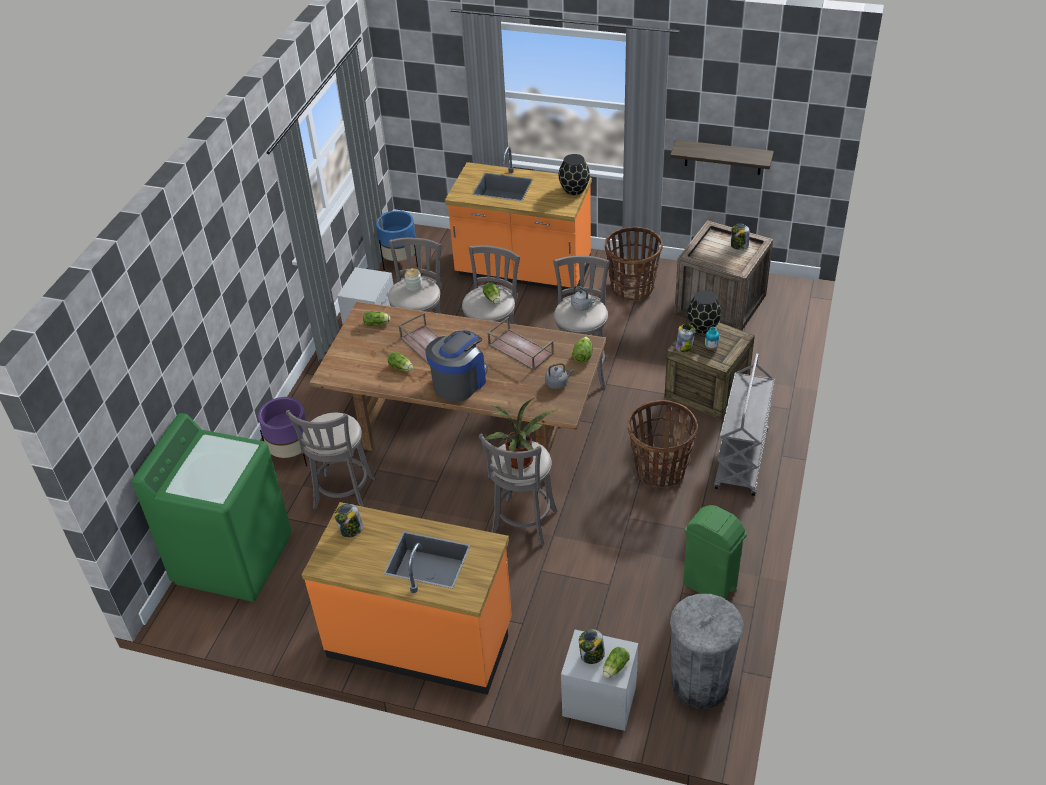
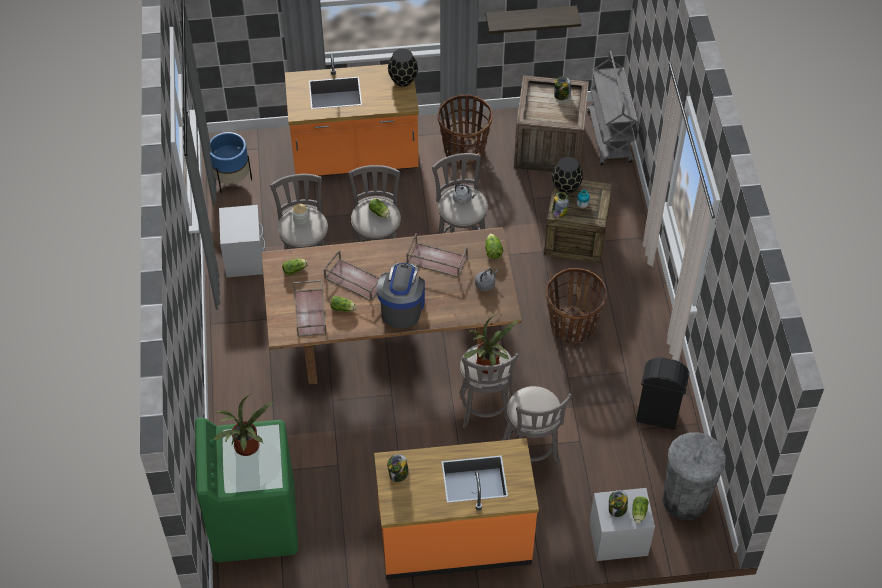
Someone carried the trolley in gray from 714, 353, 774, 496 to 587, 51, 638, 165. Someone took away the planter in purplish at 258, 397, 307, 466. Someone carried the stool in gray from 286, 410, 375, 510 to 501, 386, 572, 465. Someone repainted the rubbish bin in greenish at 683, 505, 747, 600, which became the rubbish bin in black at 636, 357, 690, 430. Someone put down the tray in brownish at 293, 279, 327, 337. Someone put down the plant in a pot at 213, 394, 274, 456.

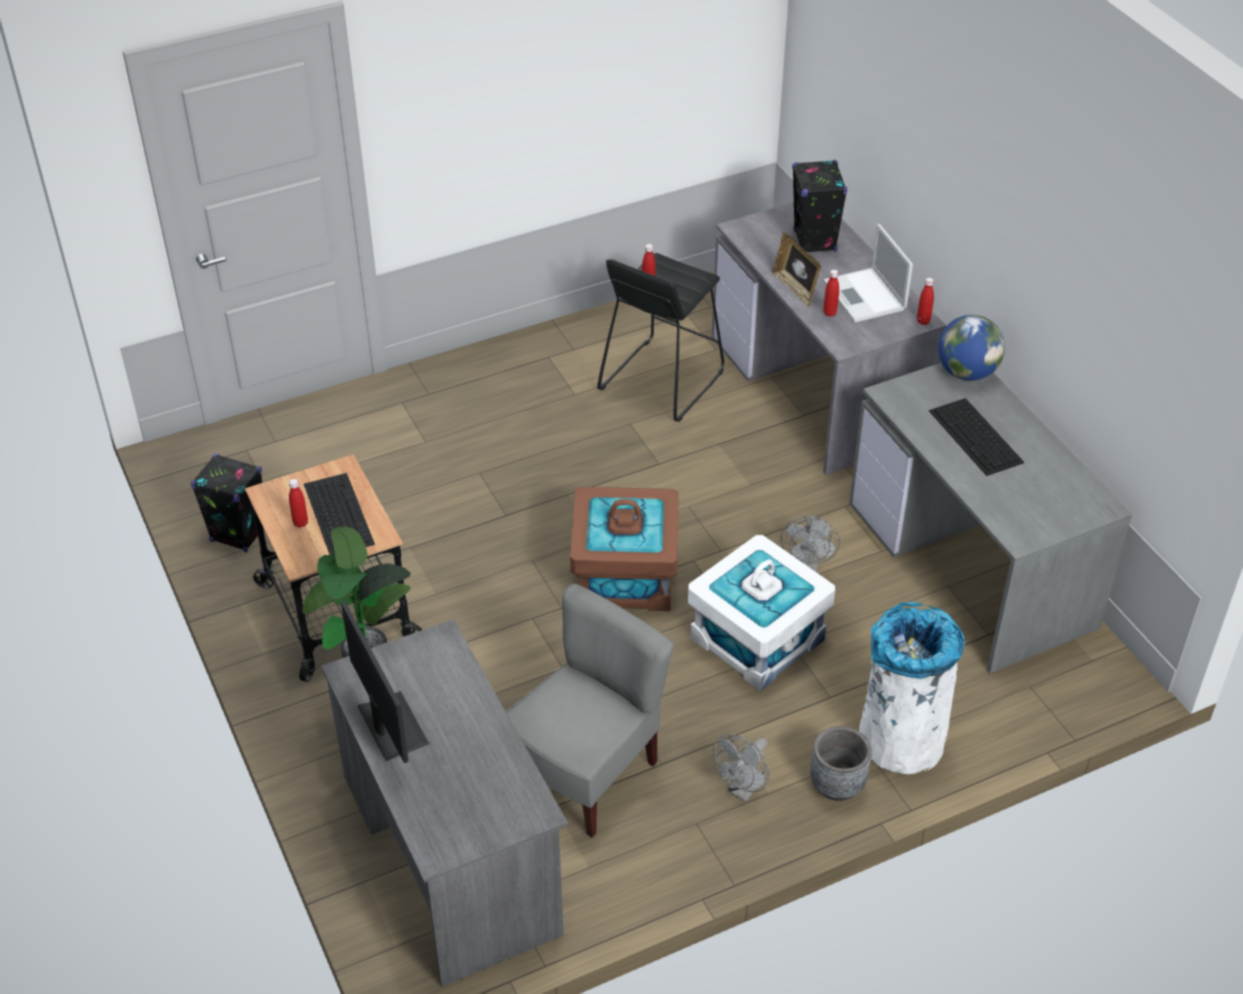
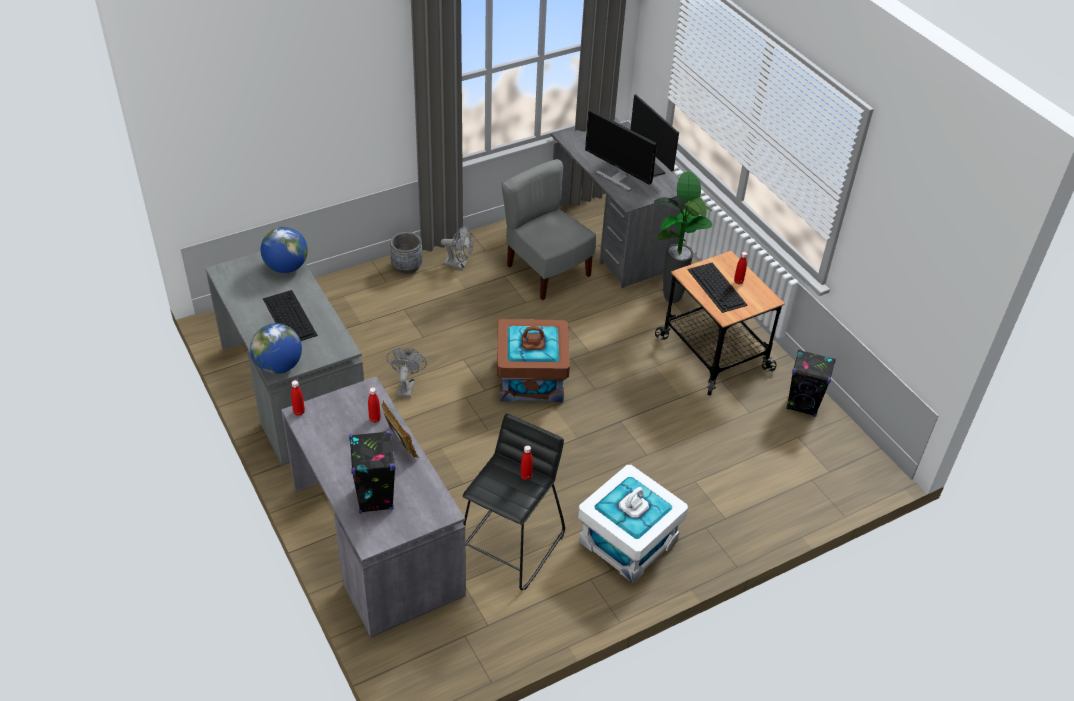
Someone took away the laptop at 824, 224, 913, 323. Someone carried the storage bin in white-coloured from 688, 535, 835, 691 to 578, 465, 688, 583. Someone rotated the chair in gray at 506, 583, 674, 837 by 105 degrees clockwise. Someone took away the rubbish bin in white-coloured at 859, 602, 965, 774. Someone rotated the cooling fan in gray at 713, 735, 769, 802 by 75 degrees clockwise. Someone put down the computer display at 585, 109, 657, 191. Someone put down the desk globe at 261, 227, 308, 273.

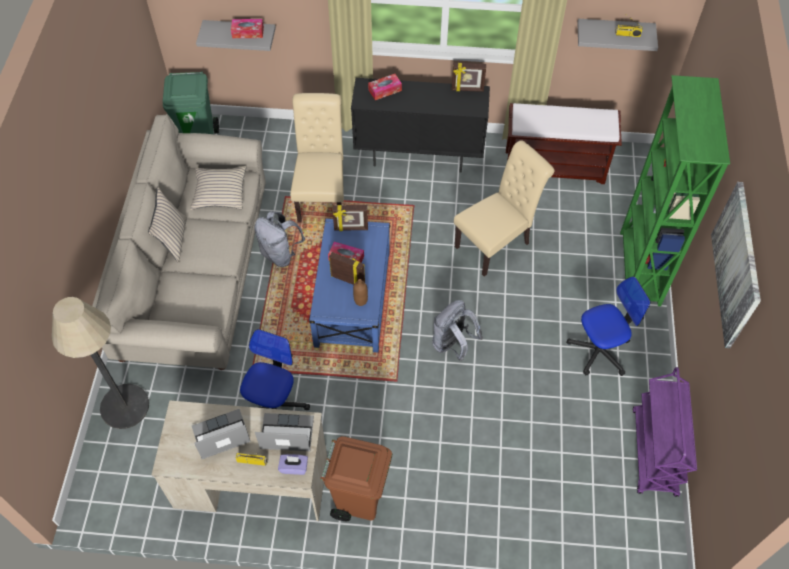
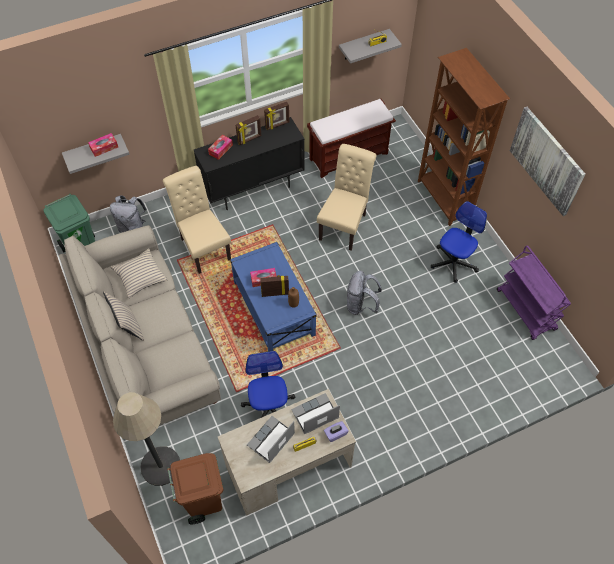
Someone repainted the shelving unit in greenish at 620, 75, 730, 306, which became the shelving unit in brownish at 418, 48, 510, 226. Someone carried the photo frame from 332, 205, 368, 231 to 236, 115, 261, 145. Someone carried the backpack in gray from 254, 211, 305, 267 to 110, 195, 146, 233. Someone carried the rubbish bin in brownish from 320, 436, 392, 521 to 167, 453, 224, 524.

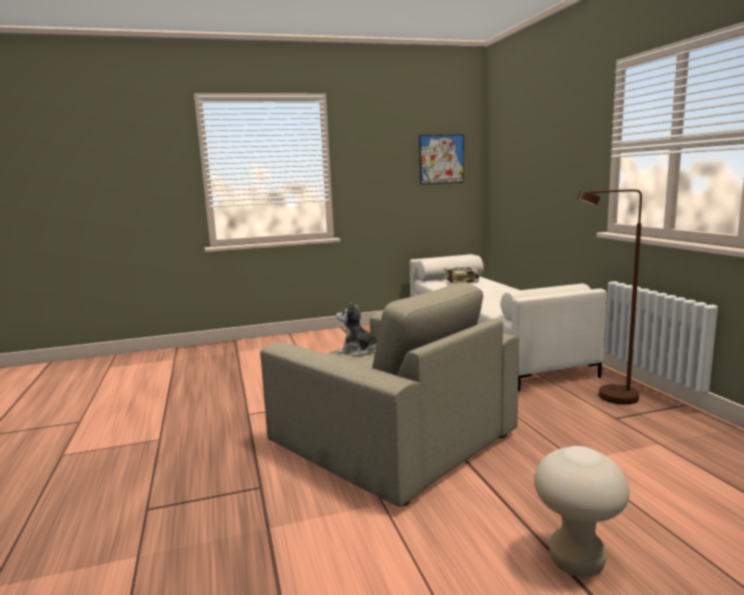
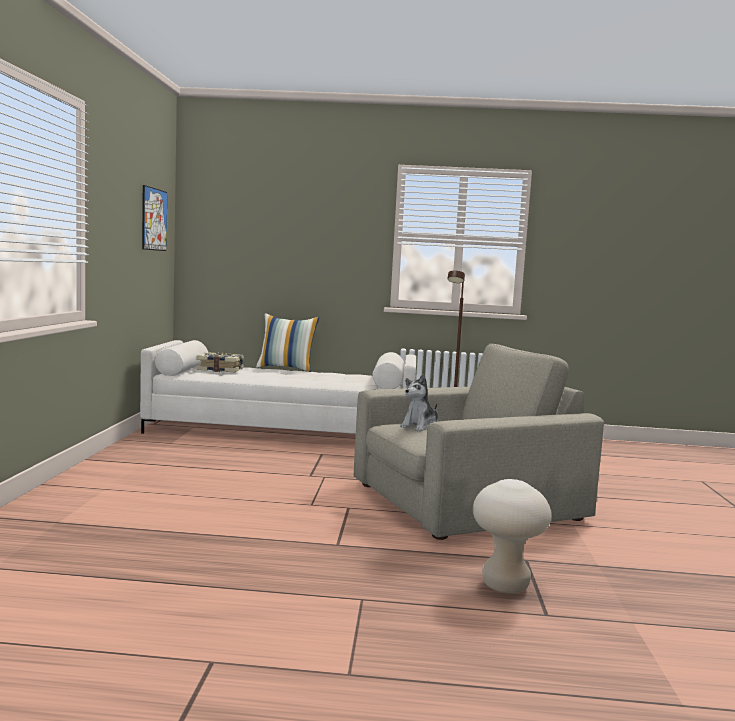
Someone carried the stool in beige-coloured from 534, 446, 630, 577 to 473, 479, 551, 594. Someone put down the throw pillow at 256, 314, 319, 372.

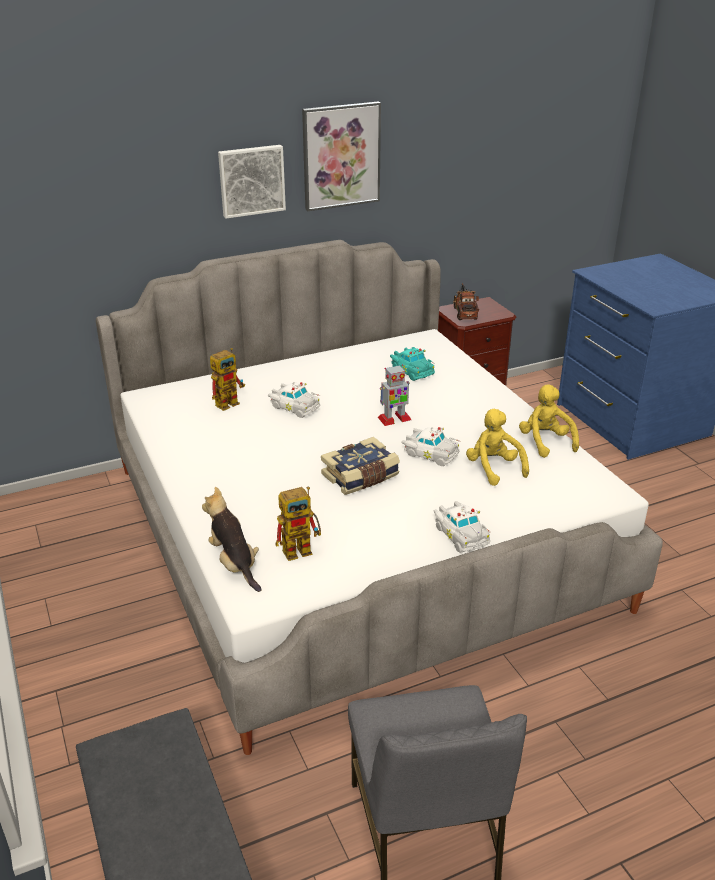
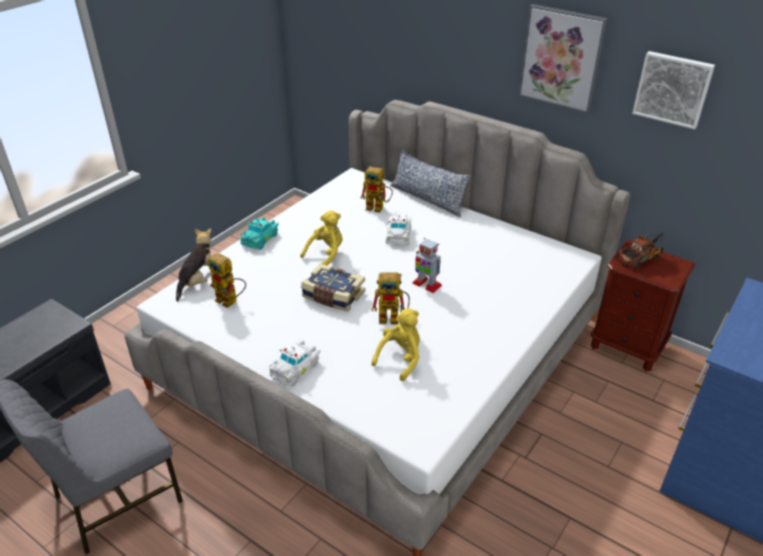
Someone carried the wall picture from 218, 145, 286, 219 to 632, 51, 715, 129. Someone carried the model car in blue-green from 390, 347, 435, 381 to 240, 217, 279, 250. Someone carried the soft toy in yellowish from 519, 384, 579, 458 to 300, 210, 343, 266. Someone swapped the model car in white-coloured at 401, 427, 459, 466 for the model robot at 372, 272, 410, 325. Someone put down the throw pillow at 390, 149, 471, 217.

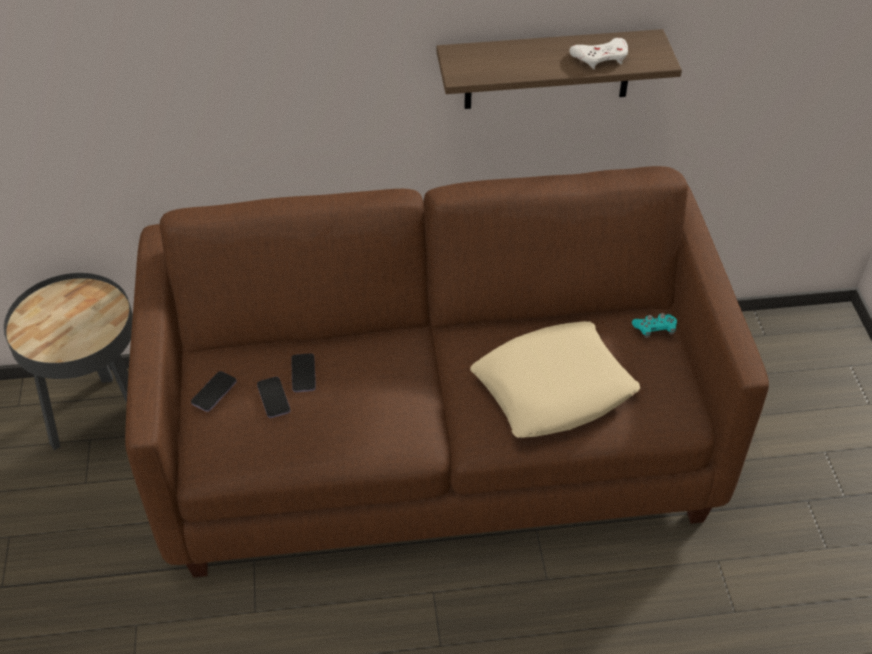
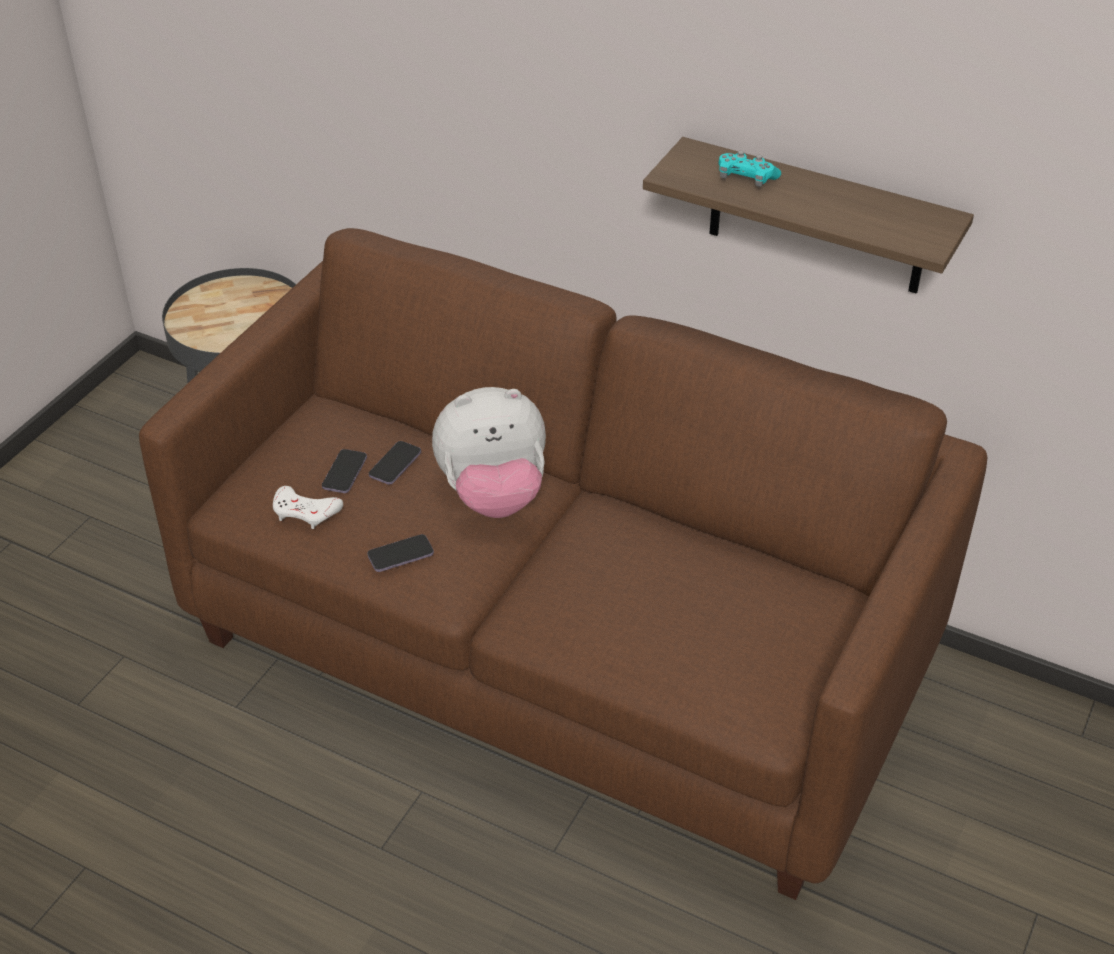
Someone carried the gamepad in white-coloured from 569, 38, 628, 69 to 273, 486, 343, 529. Someone carried the gamepad in blue-green from 632, 313, 677, 338 to 719, 151, 781, 187. Someone took away the throw pillow in beige-coloured at 470, 321, 640, 438. Someone carried the phone from 191, 371, 237, 412 to 367, 534, 434, 572. Someone put down the soft toy at 432, 387, 546, 518.

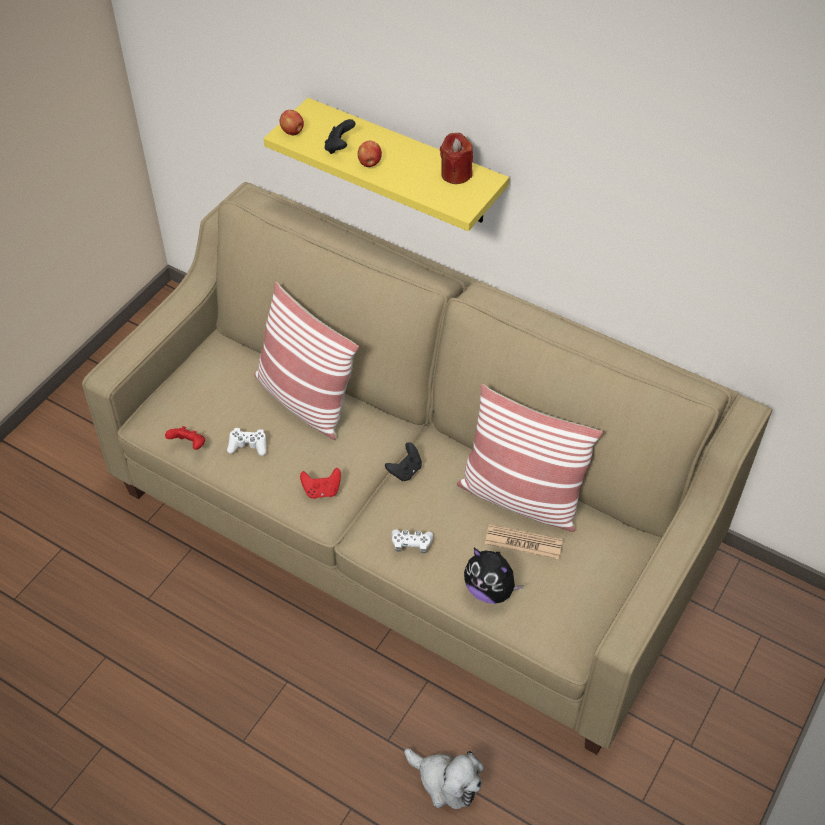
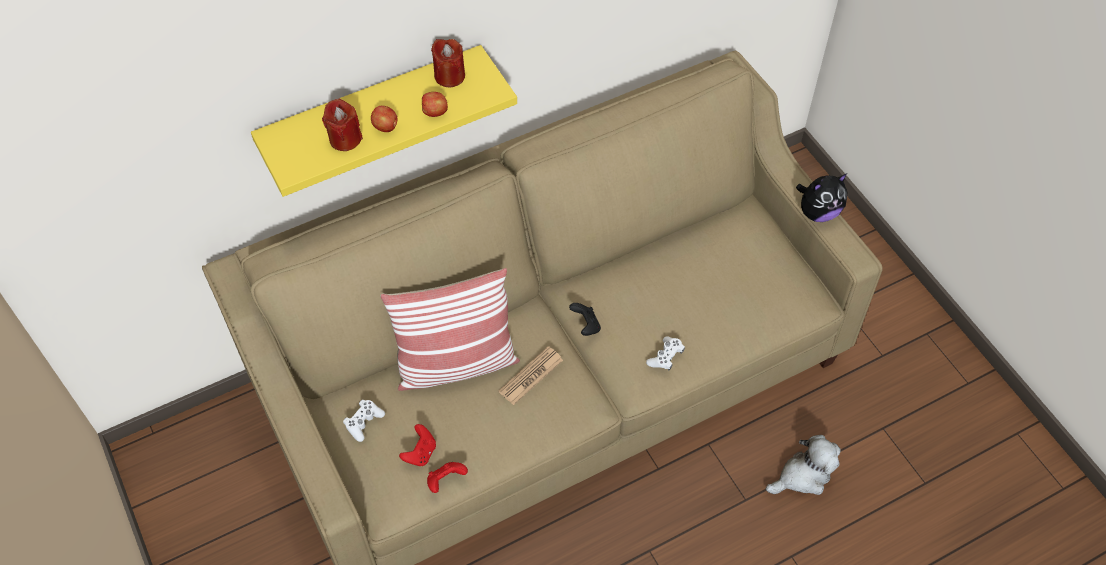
Someone carried the apple from 280, 110, 304, 135 to 422, 92, 448, 117. Someone swapped the gamepad in black at 325, 119, 355, 154 for the candle in red at 322, 99, 363, 151. Someone took away the throw pillow at 457, 384, 603, 532. Someone carried the gamepad in white-coloured from 227, 428, 266, 456 to 343, 399, 385, 442. Someone carried the gamepad in red from 300, 468, 341, 499 to 399, 424, 436, 466. Someone carried the daily paper from 485, 524, 563, 559 to 498, 346, 563, 405. Someone carried the soft toy from 464, 548, 524, 604 to 796, 174, 847, 222.

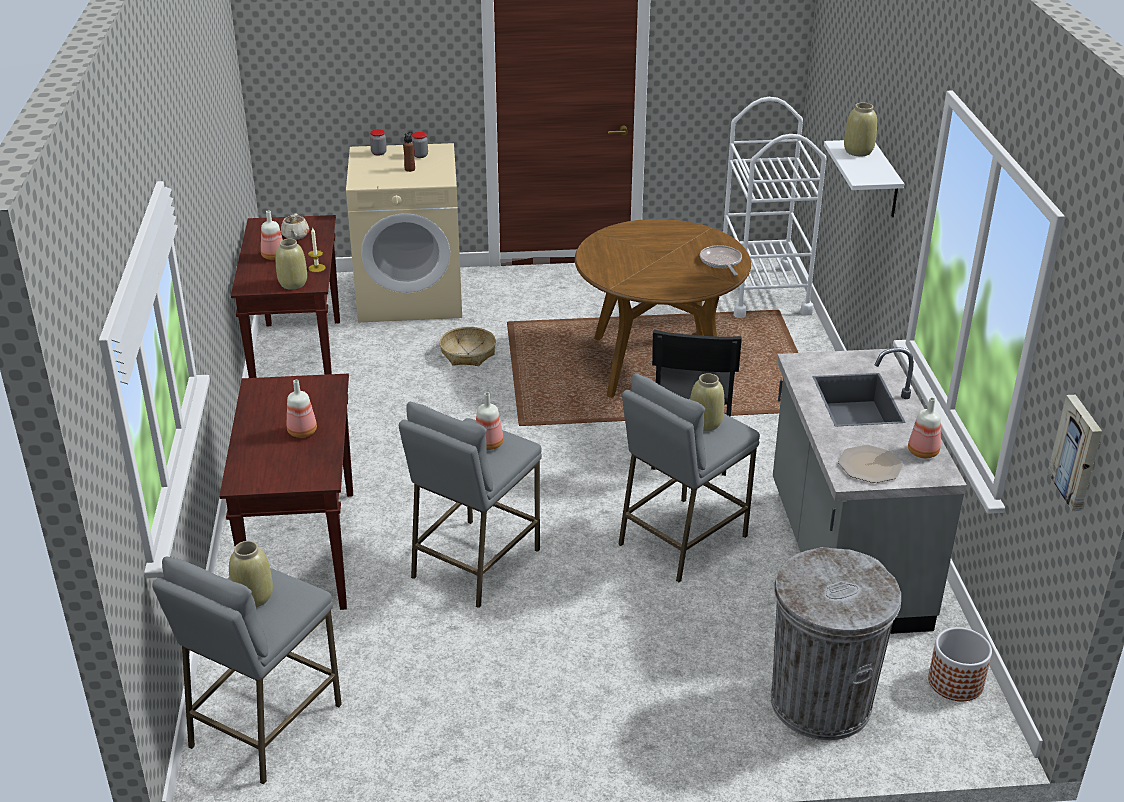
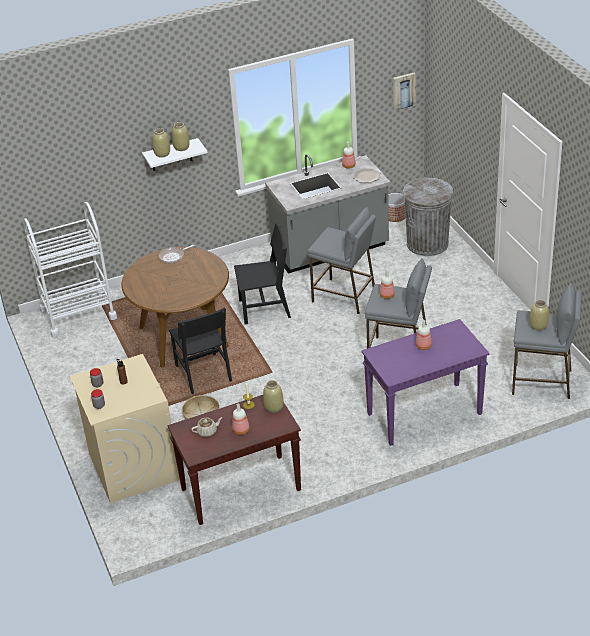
Someone carried the flower vase in beige-coloured from 690, 373, 724, 431 to 172, 122, 190, 151. Someone repainted the narrow table in brownish at 219, 374, 353, 610, which became the narrow table in purplish at 361, 319, 490, 446. Someone put down the chair in black at 169, 307, 232, 394.

